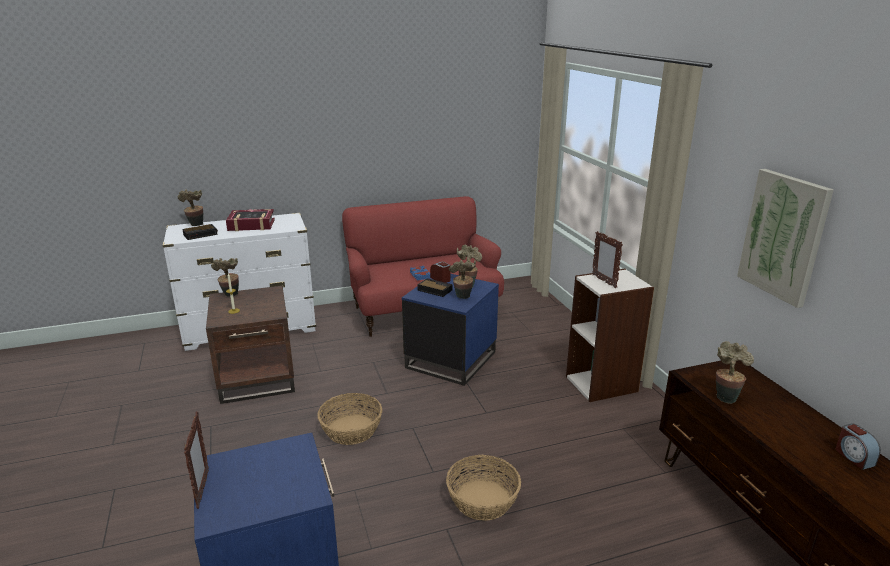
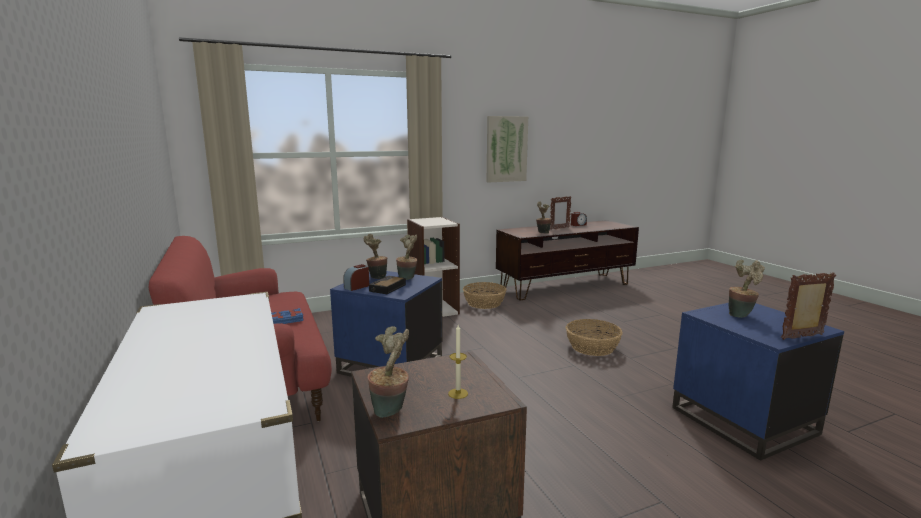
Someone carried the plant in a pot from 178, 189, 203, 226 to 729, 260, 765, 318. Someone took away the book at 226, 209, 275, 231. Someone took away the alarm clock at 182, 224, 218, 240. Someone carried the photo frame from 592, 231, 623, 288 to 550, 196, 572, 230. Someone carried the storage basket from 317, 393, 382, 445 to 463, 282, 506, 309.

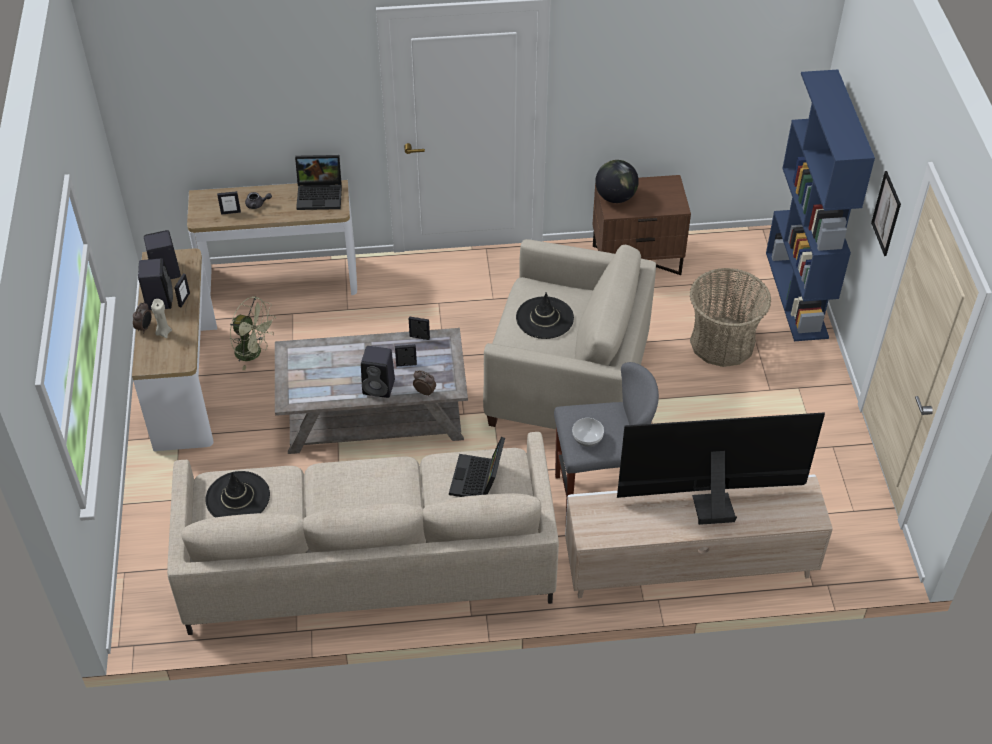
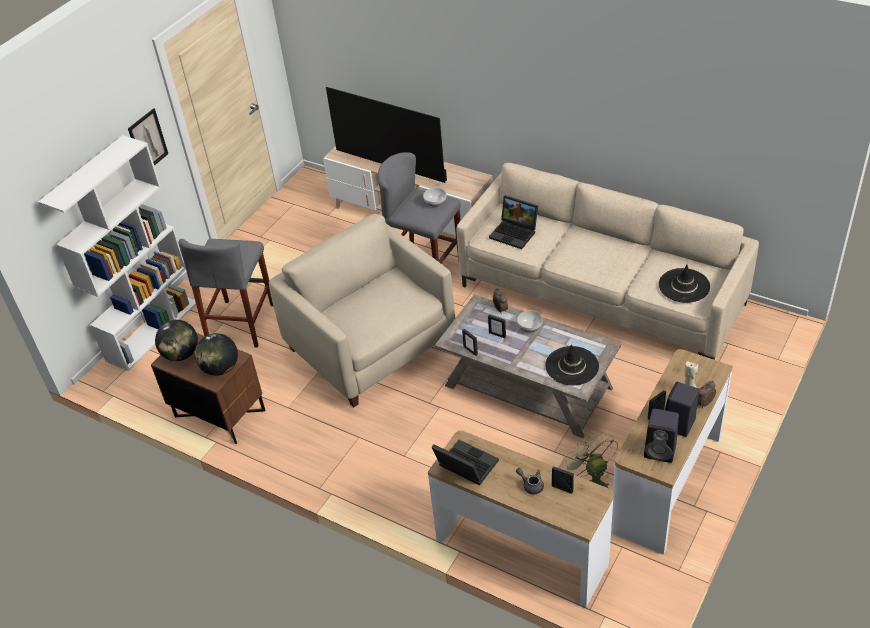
Someone repainted the shelving unit in bluish at 766, 70, 875, 341, which became the shelving unit in white-coloured at 38, 135, 196, 371. Someone swapped the storage basket at 690, 268, 771, 367 for the stool in gray at 178, 239, 273, 348. Someone carried the clothing hat in black from 516, 293, 574, 339 to 545, 345, 599, 385. Someone swapped the loudspeaker in black at 361, 346, 395, 398 for the bowl at 517, 310, 543, 333. Someone rotated the laptop at 449, 437, 505, 497 by 75 degrees clockwise. Someone put down the desk globe at 155, 320, 198, 361.

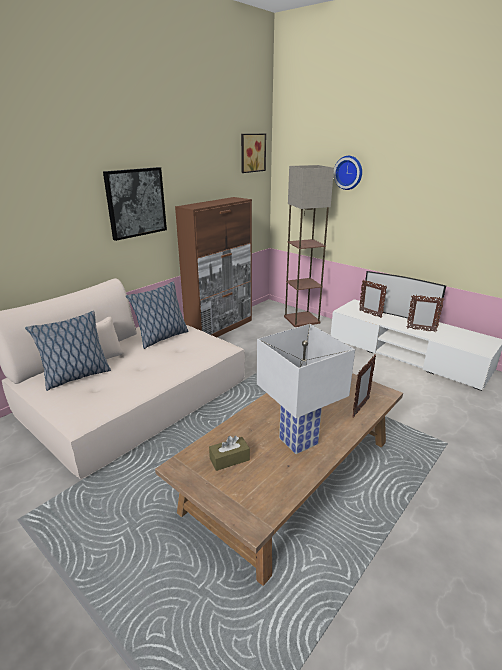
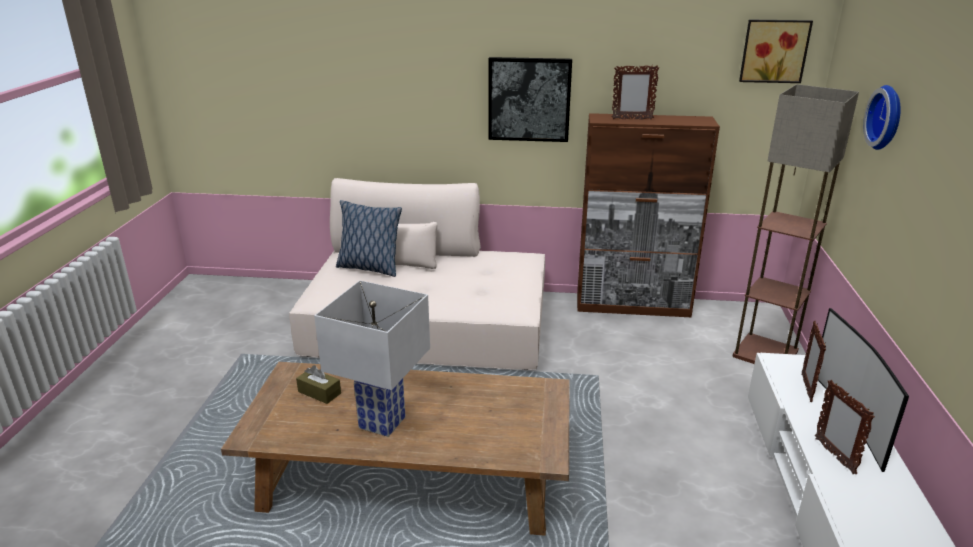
Someone took away the throw pillow at 126, 282, 189, 349. Someone carried the photo frame from 352, 355, 376, 418 to 612, 65, 659, 120.

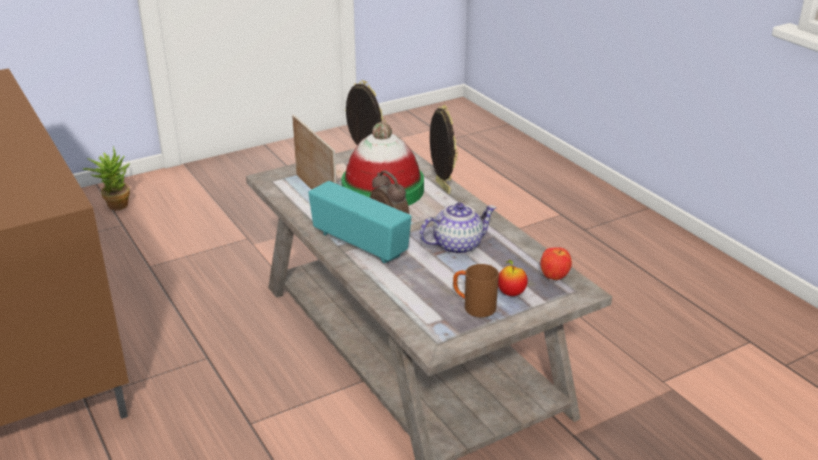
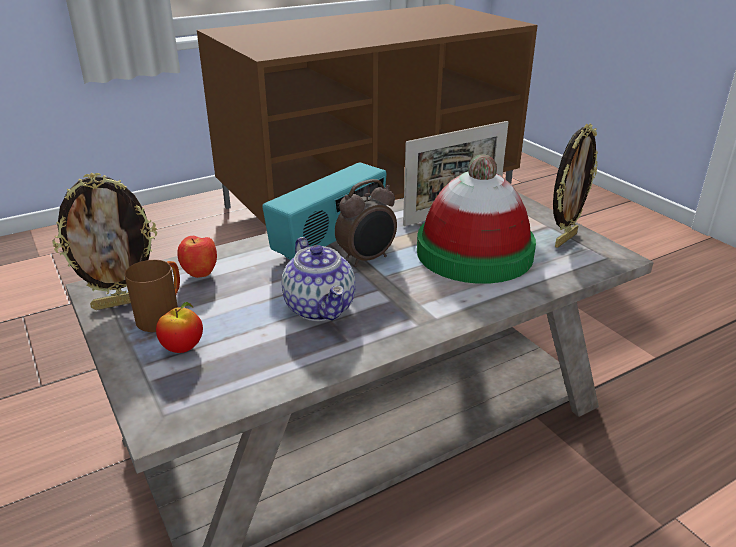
Someone carried the photo frame from 430, 105, 458, 194 to 52, 172, 157, 310. Someone took away the plant in a pot at 83, 146, 130, 210. Someone carried the apple from 540, 247, 572, 280 to 177, 236, 217, 278.

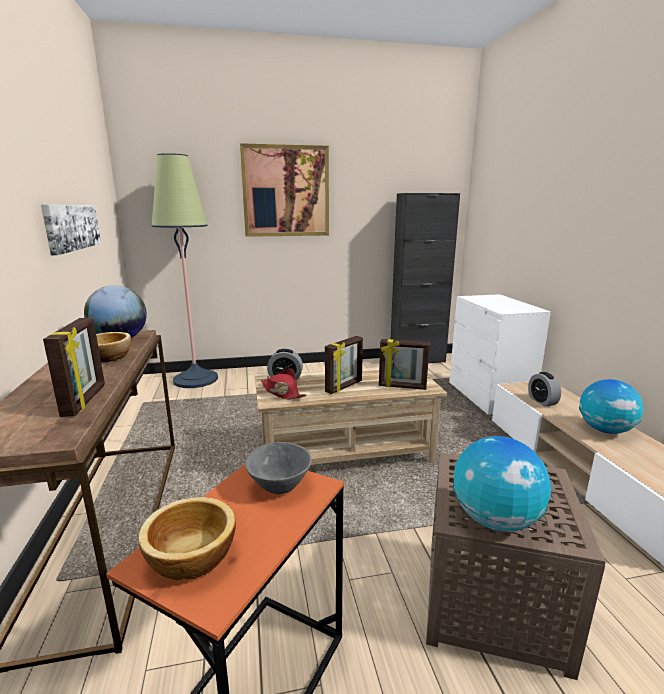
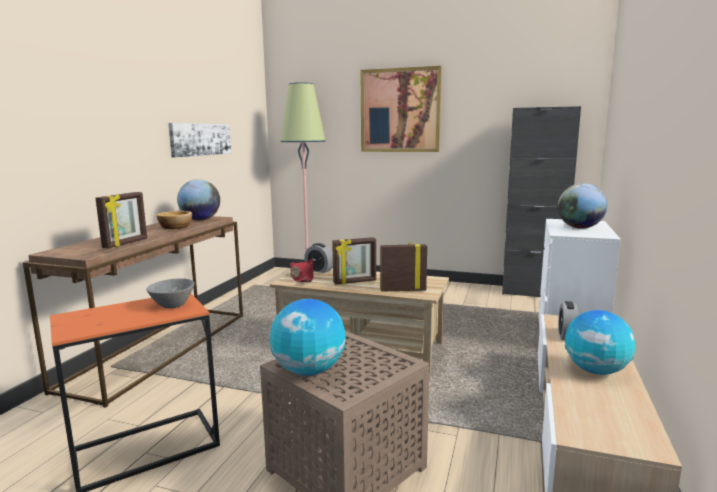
Someone rotated the photo frame at 379, 339, 430, 390 by 135 degrees clockwise. Someone took away the bowl at 138, 497, 236, 580. Someone put down the desk globe at 558, 183, 607, 229.

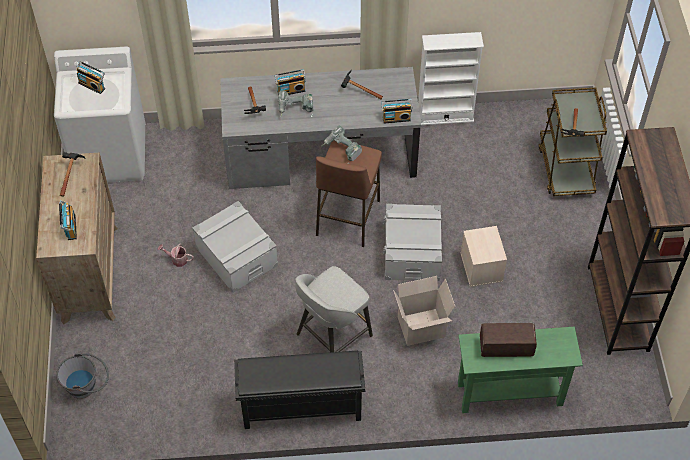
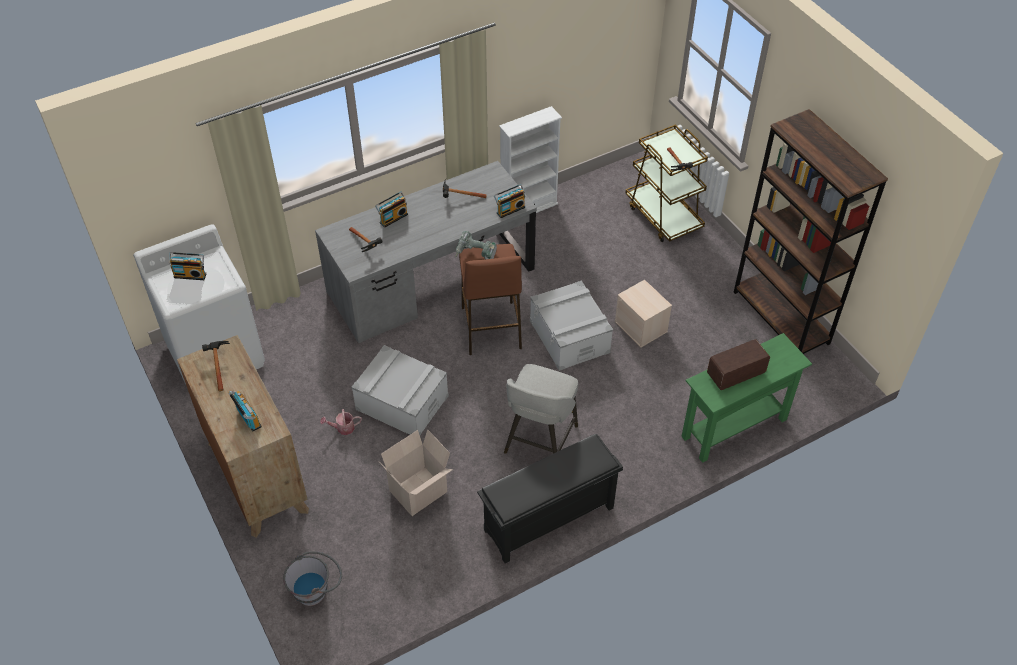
Someone took away the electric drill at 278, 90, 313, 117. Someone carried the packing box from 393, 276, 455, 346 to 379, 429, 453, 516.

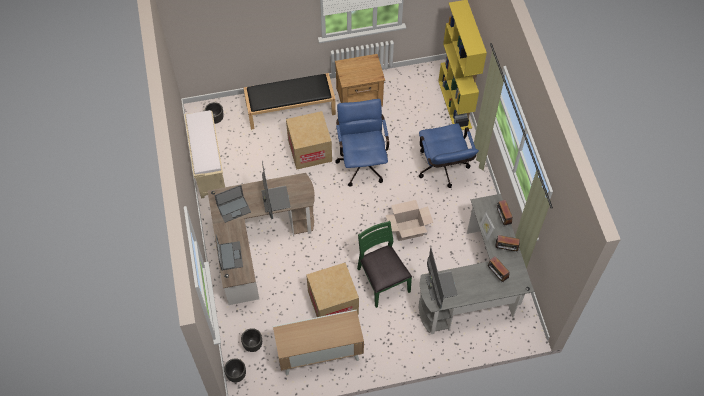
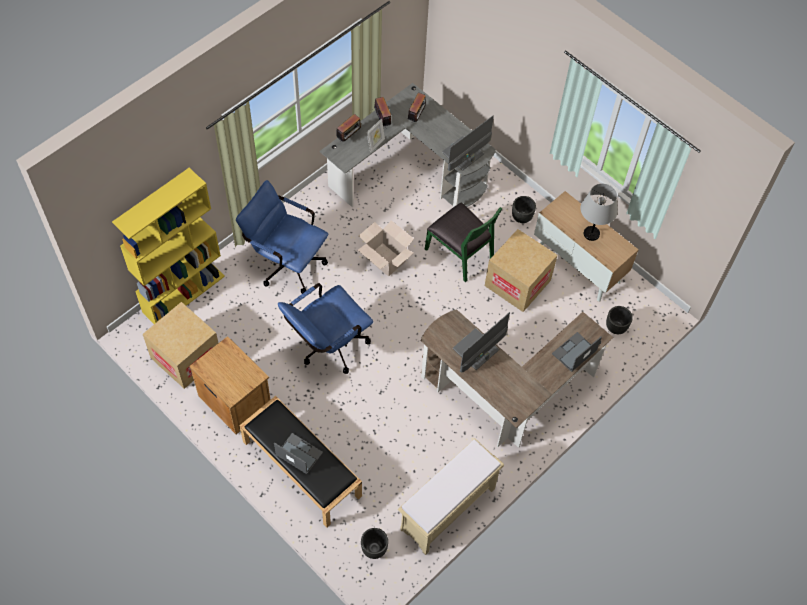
Someone carried the packing box from 286, 111, 332, 170 to 143, 302, 218, 389. Someone rotated the office chair in bluish at 419, 123, 479, 188 by 105 degrees counterclockwise. Someone carried the laptop from 214, 185, 251, 223 to 274, 433, 323, 474. Someone rotated the chair in greenish at 357, 221, 412, 308 by 75 degrees counterclockwise. Someone carried the planter in black from 224, 358, 246, 382 to 512, 196, 536, 223. Someone put down the table lamp in gray at 580, 184, 618, 241.

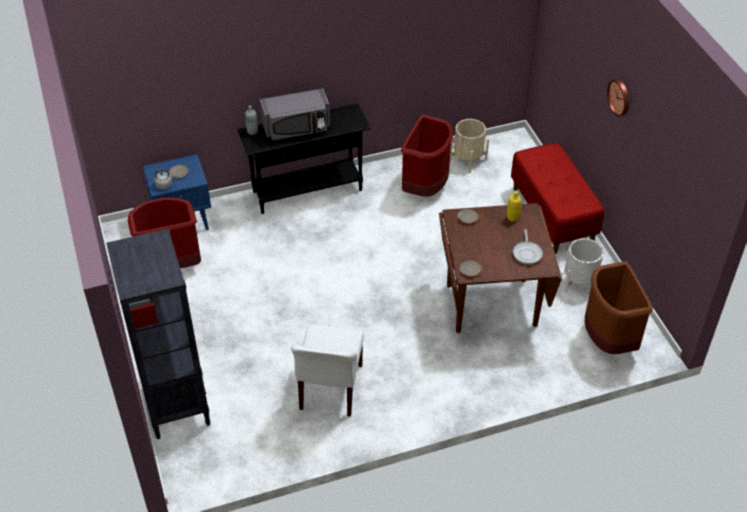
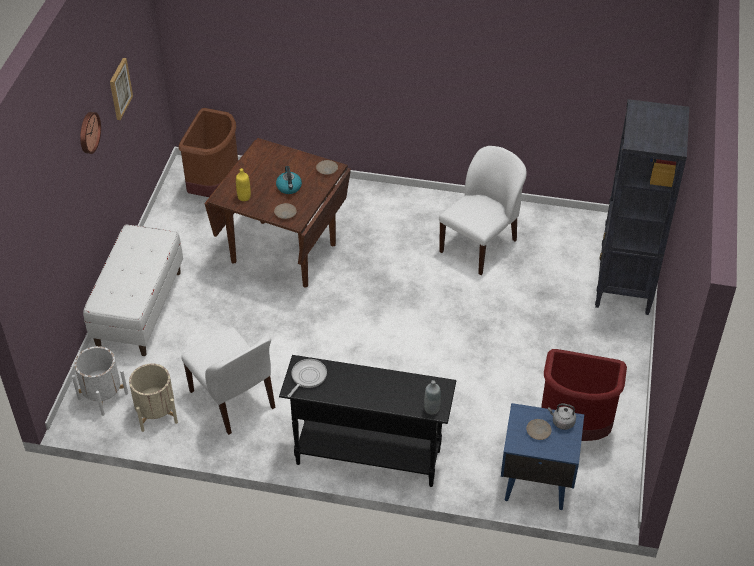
Someone took away the microwave oven in gray at 260, 88, 330, 141. Someone swapped the rubbish bin in red at 401, 115, 453, 197 for the chair in white-coloured at 181, 327, 275, 435. Someone repainted the long seat in red at 511, 142, 604, 254, which became the long seat in white-coloured at 83, 225, 183, 356. Someone carried the frying pan from 513, 229, 543, 265 to 287, 359, 327, 397. Someone carried the planter in white-coloured from 564, 238, 604, 292 to 72, 346, 128, 416. Someone put up the wall picture at 110, 58, 133, 120. Someone put down the water kettle at 276, 166, 302, 194.

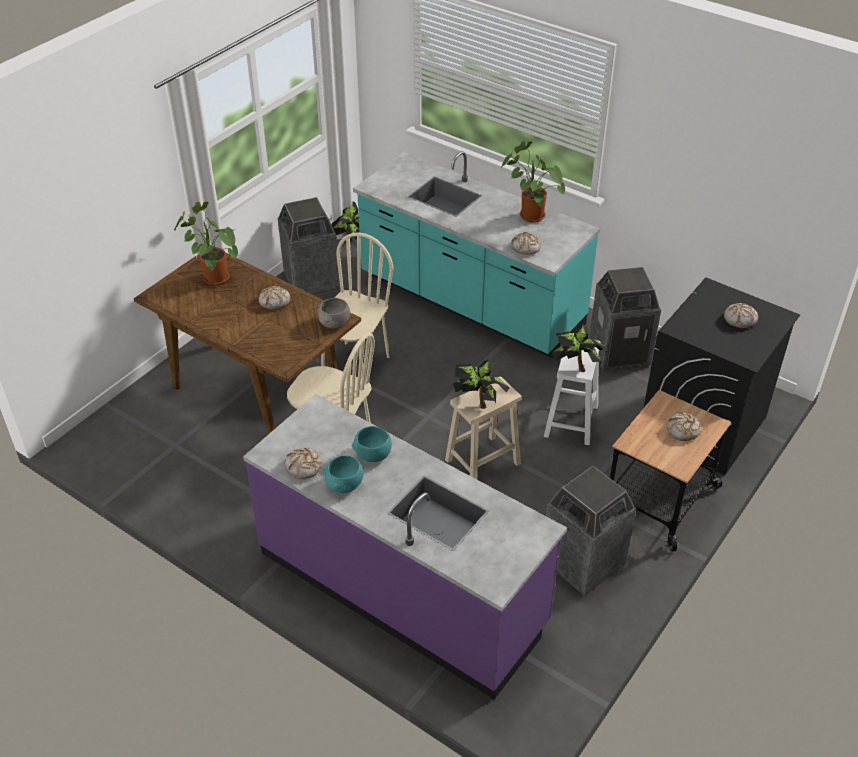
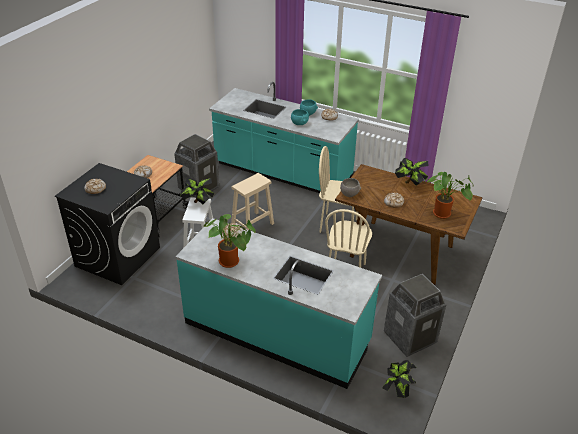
Someone took away the rubbish bin at 589, 267, 661, 371. Someone carried the plant in a pot from 453, 359, 510, 409 to 395, 158, 429, 185. Someone repainted the counter in purplish at 243, 394, 567, 700, which became the counter in blue-green at 209, 82, 359, 193.

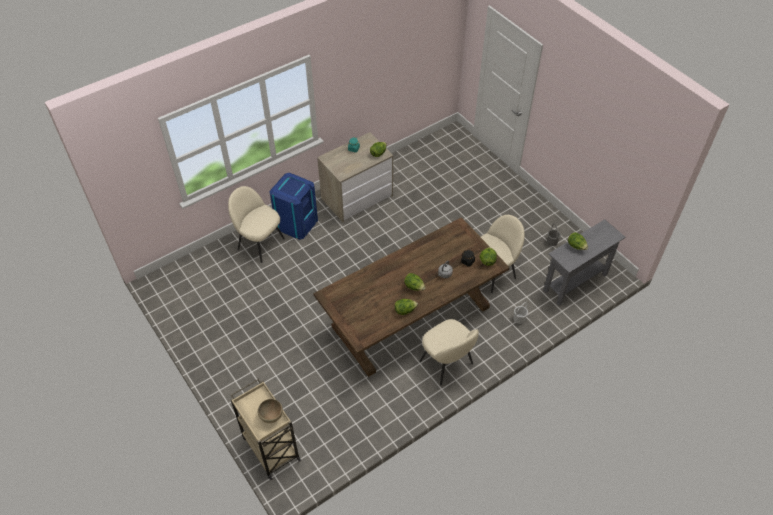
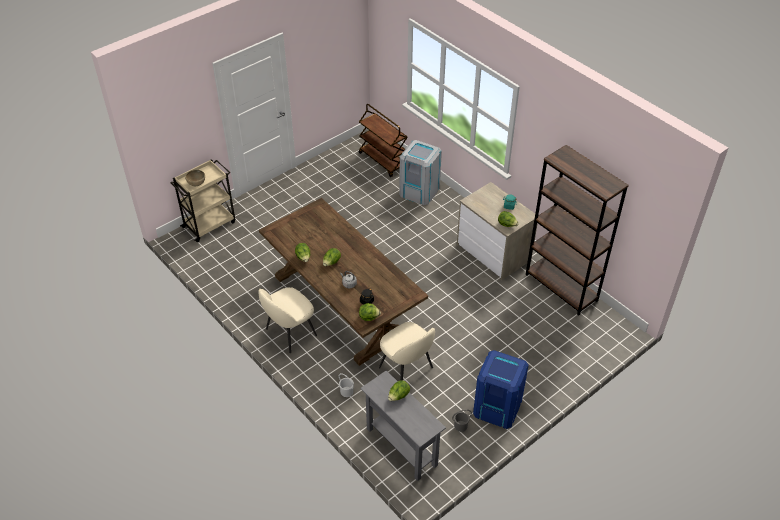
Someone carried the rubbish bin in bluish from 269, 173, 318, 240 to 473, 350, 529, 429. Someone swapped the chair in beige-coloured at 228, 186, 285, 263 for the rubbish bin in gray at 399, 140, 442, 205. Someone put down the trolley in brownish at 359, 104, 408, 177. Someone put down the shelving unit in brownish at 526, 145, 629, 316.

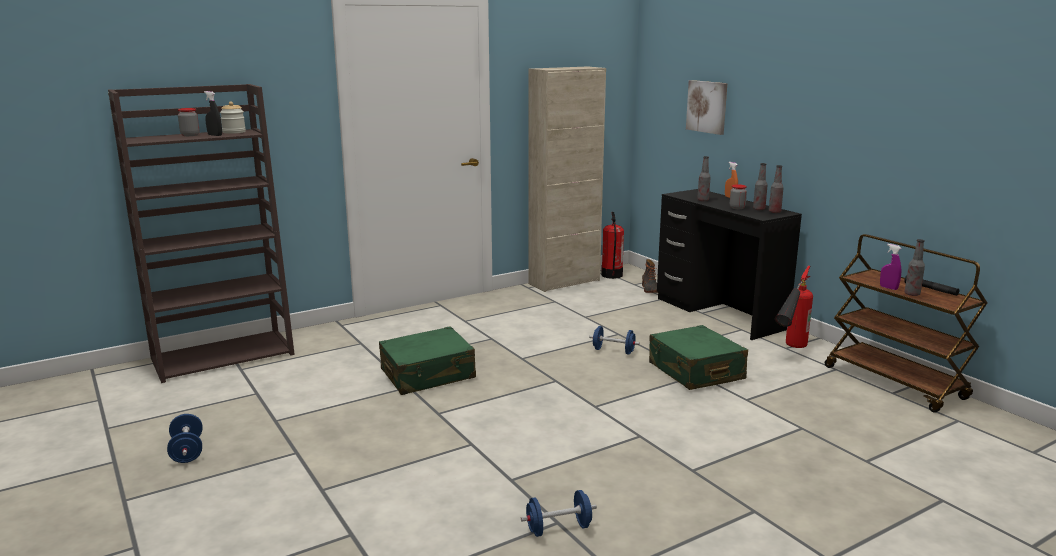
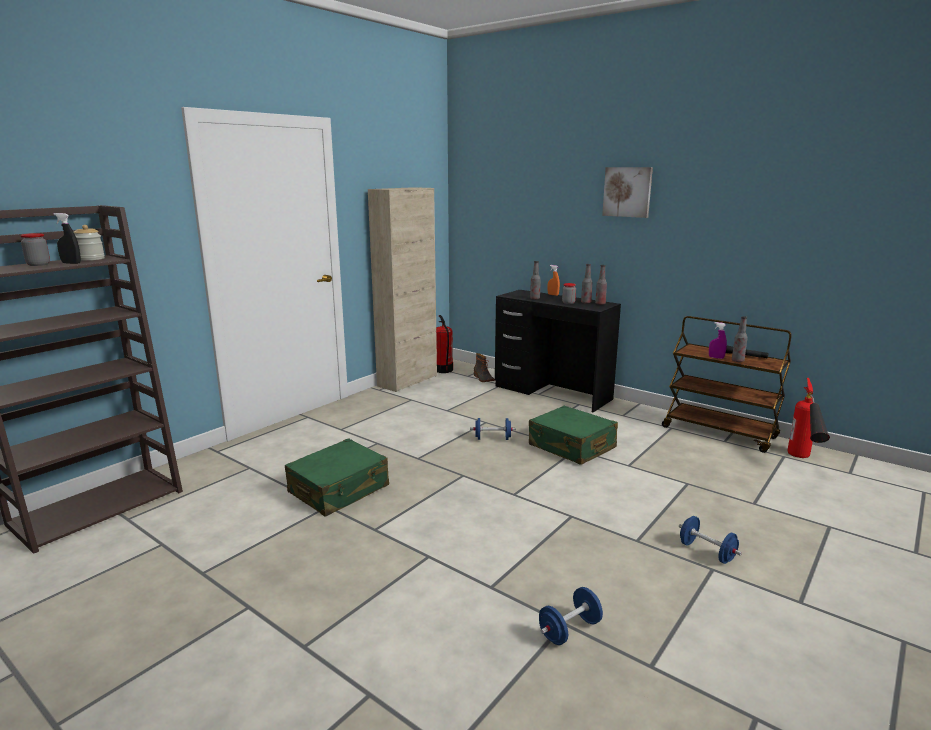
Someone carried the wall picture from 686, 80, 727, 135 to 602, 167, 653, 218. Someone carried the extinguisher from 775, 266, 813, 348 to 788, 378, 830, 458. Someone carried the free weight in bluish from 167, 414, 203, 463 to 679, 516, 742, 564.

